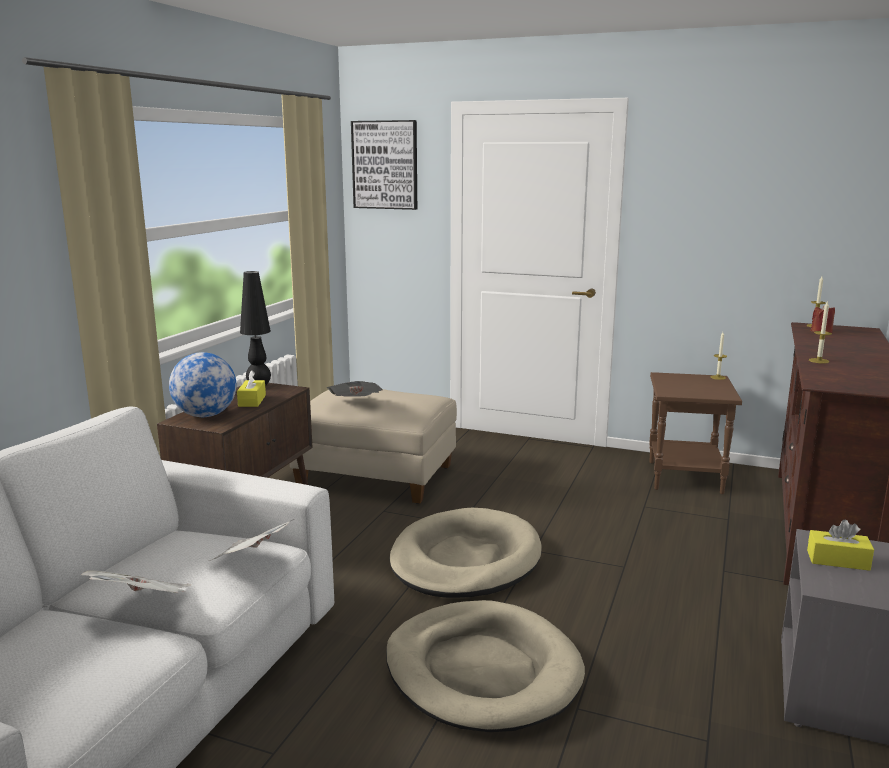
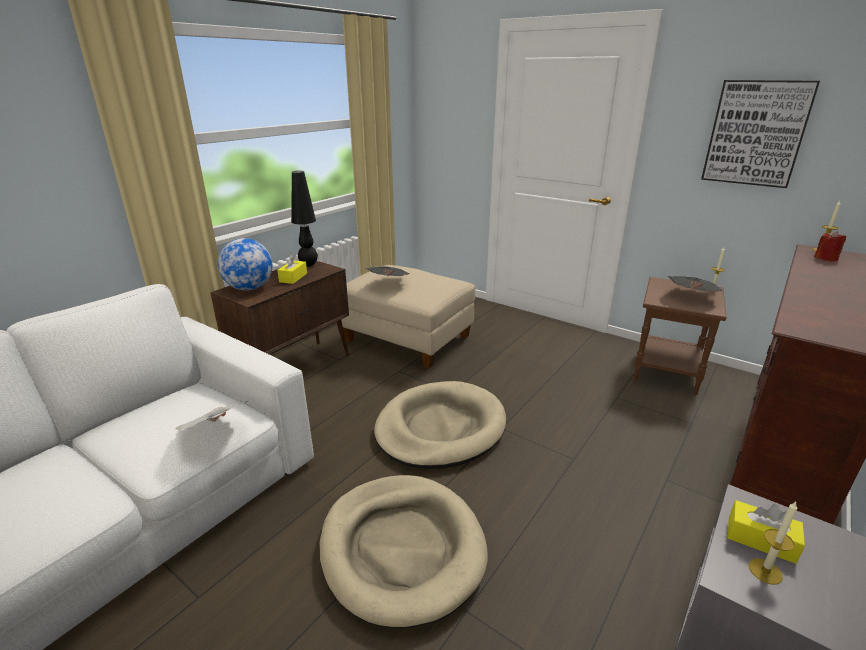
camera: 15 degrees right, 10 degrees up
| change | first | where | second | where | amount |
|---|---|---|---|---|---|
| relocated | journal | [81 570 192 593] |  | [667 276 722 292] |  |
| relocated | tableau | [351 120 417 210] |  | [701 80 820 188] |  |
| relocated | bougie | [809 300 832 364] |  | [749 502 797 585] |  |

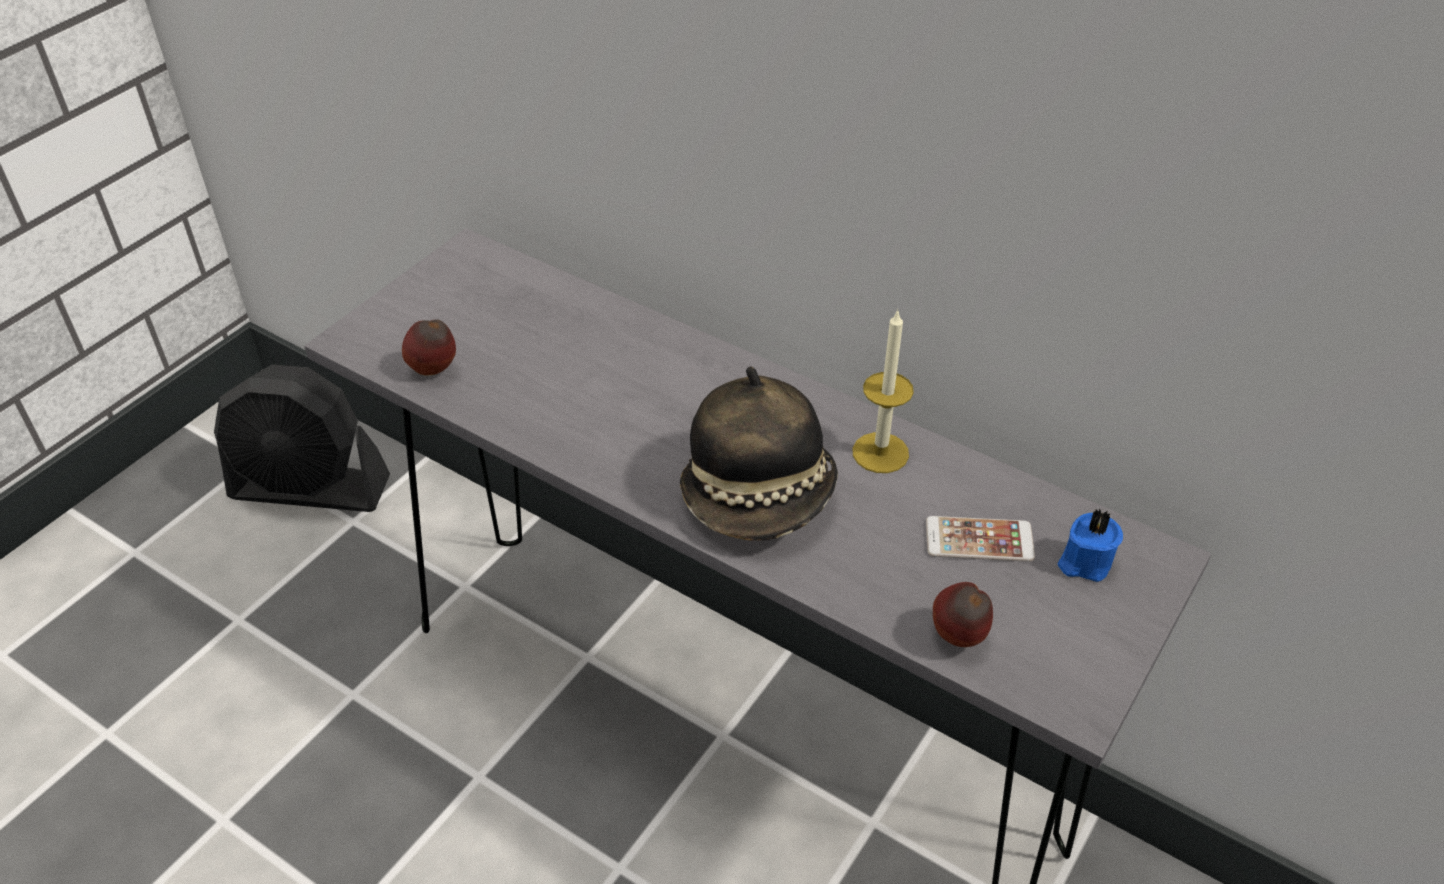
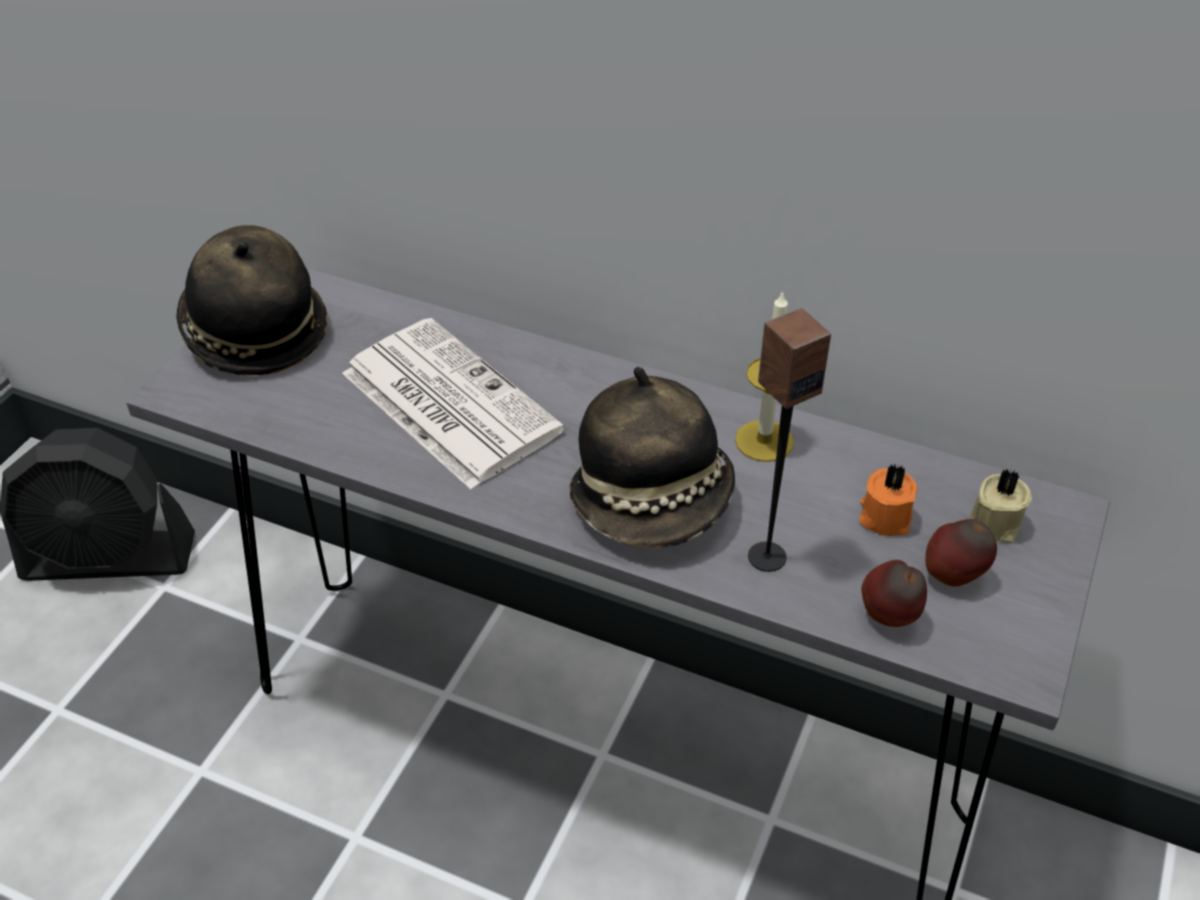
camera: 10 degrees left, 0 degrees up
| change | first | where | second | where | amount |
|---|---|---|---|---|---|
| appeared |  |  | chapeau | [176 225 327 376] |  |
| appeared |  |  | journal | [342 318 564 489] |  |
| appeared |  |  | enceinte | [748 308 831 572] |  |
| exchanged | téléphone | [926 516 1035 562] | bougie [orange] | [859 463 917 536] |  |
| relocated | pomme | [402 319 456 375] |  | [925 519 997 587] |  |
| colour | bougie [bleu] | [1057 508 1123 582] | bougie [beige] | [970 469 1032 543] |  |

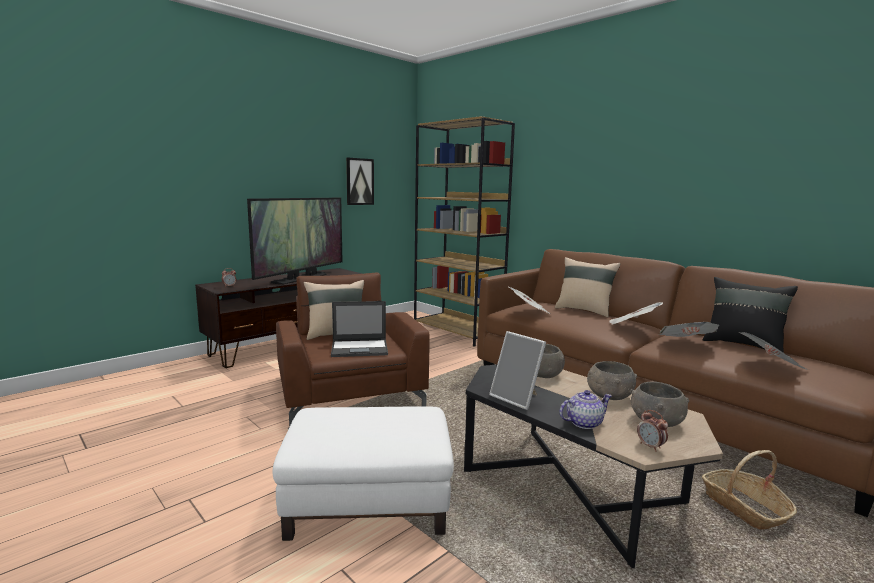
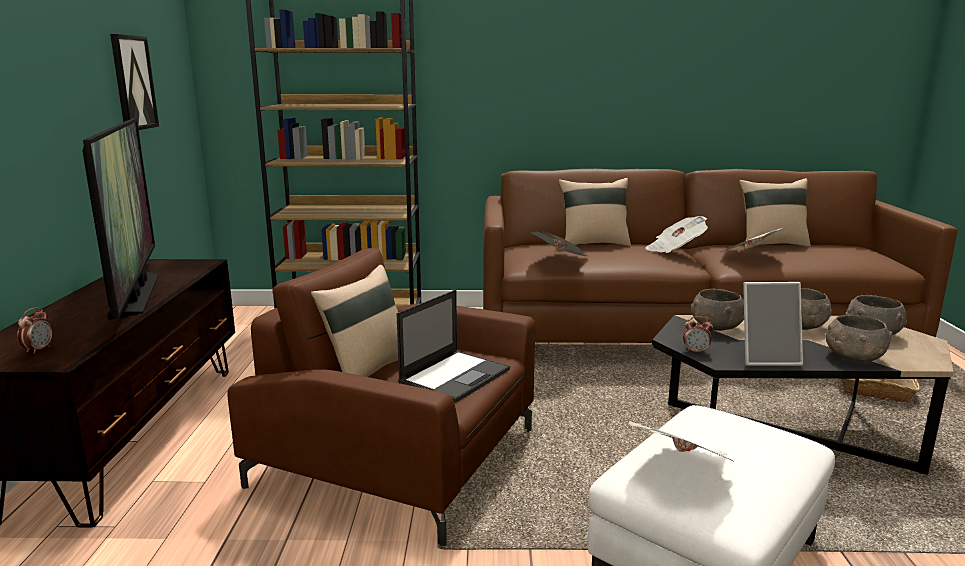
camera: 45 degrees left, 5 degrees up
| change | first | where | second | where | amount |
|---|---|---|---|---|---|
| relocated | journal | [738 332 809 370] |  | [629 422 734 461] |  |
| relocated | réveil | [637 410 668 452] |  | [683 316 713 354] |  |
| colour | coussin [noir] | [703 277 798 353] | coussin [beige] | [739 178 811 249] |  |
| exchanged | théière | [559 390 612 429] | bol [gris] | [825 315 892 362] |  |

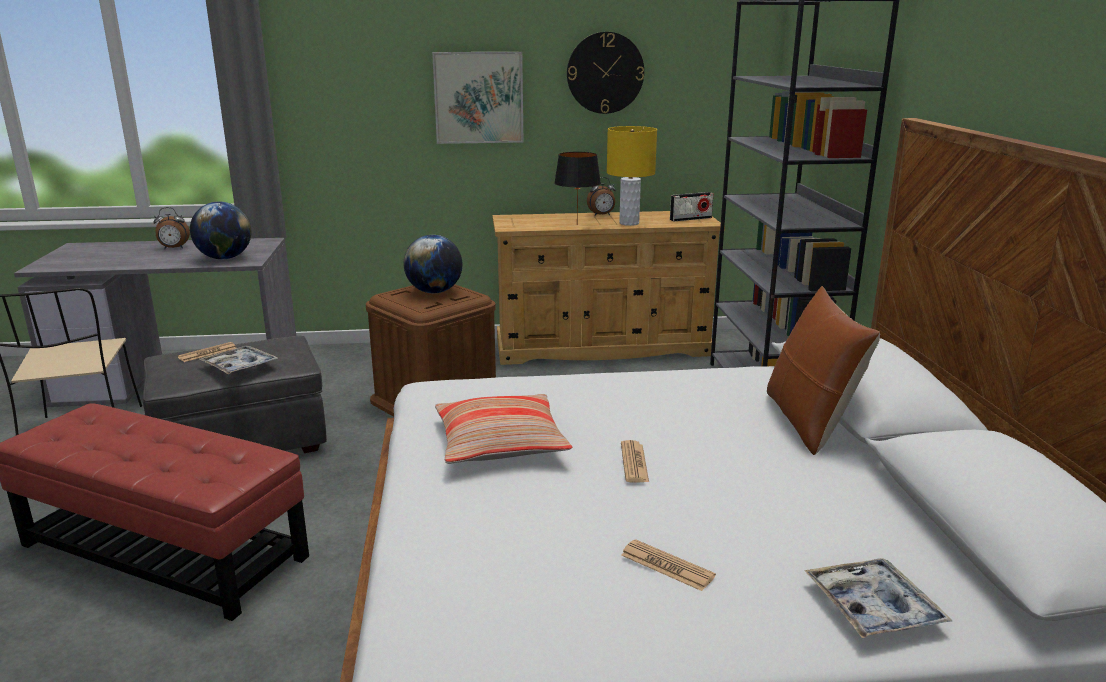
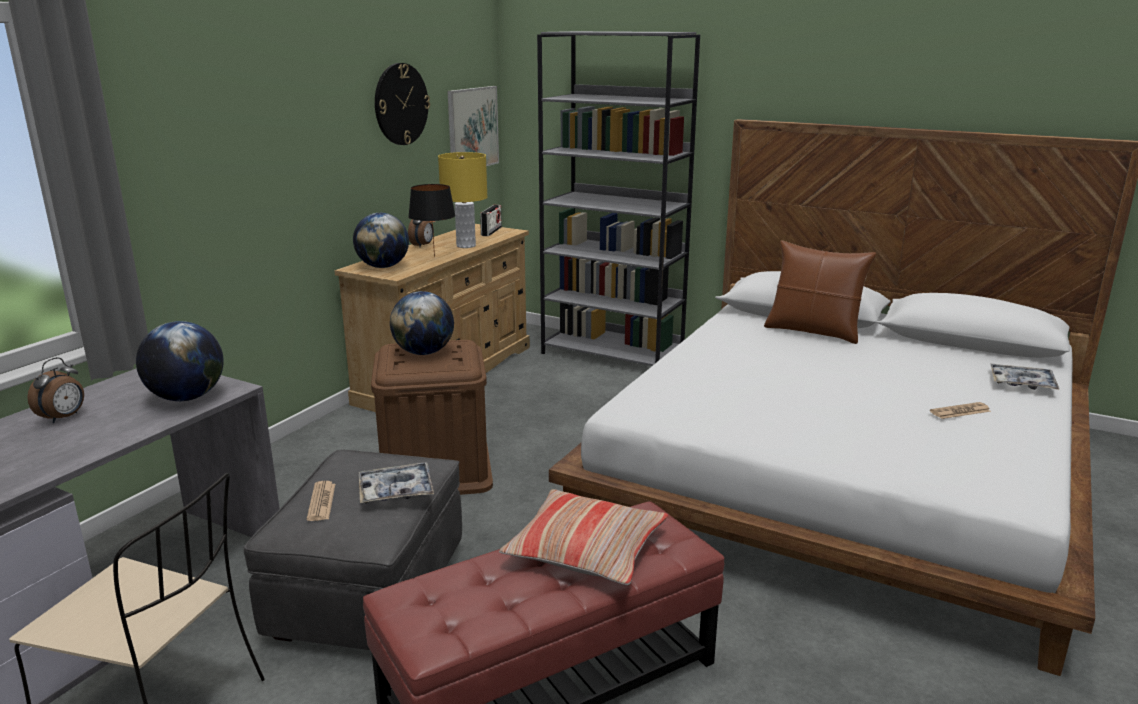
camera: 55 degrees left, 0 degrees up
| change | first | where | second | where | amount |
|---|---|---|---|---|---|
| appeared |  |  | globe | [353 213 409 268] |  |
| relocated | tableau | [432 52 523 144] |  | [447 86 499 166] |  |
| relocated | coussin | [435 394 572 464] |  | [499 489 668 585] |  |
| missing | journal | [621 440 649 483] |  |  |  |

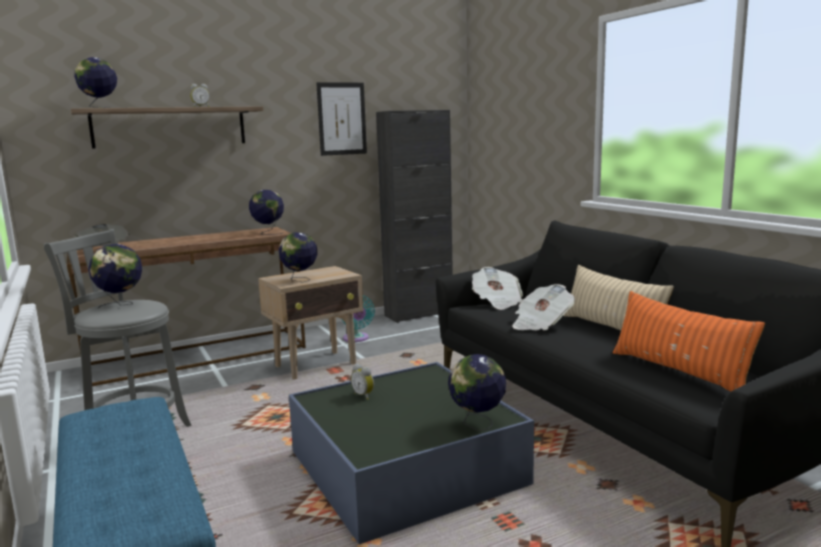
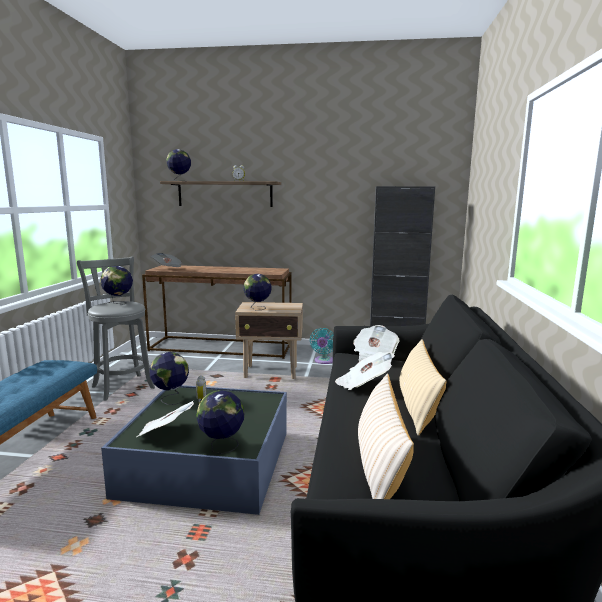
camera: 35 degrees right, 0 degrees up
| change | first | where | second | where | amount |
|---|---|---|---|---|---|
| appeared |  |  | journal | [137 401 194 437] |  |
| relocated | globe | [249 190 284 235] |  | [149 352 189 405] |  |
| colour | coussin [orange] | [613 291 765 392] | coussin [beige] | [358 374 414 499] |  |
| missing | tableau | [316 82 367 156] |  |  |  |

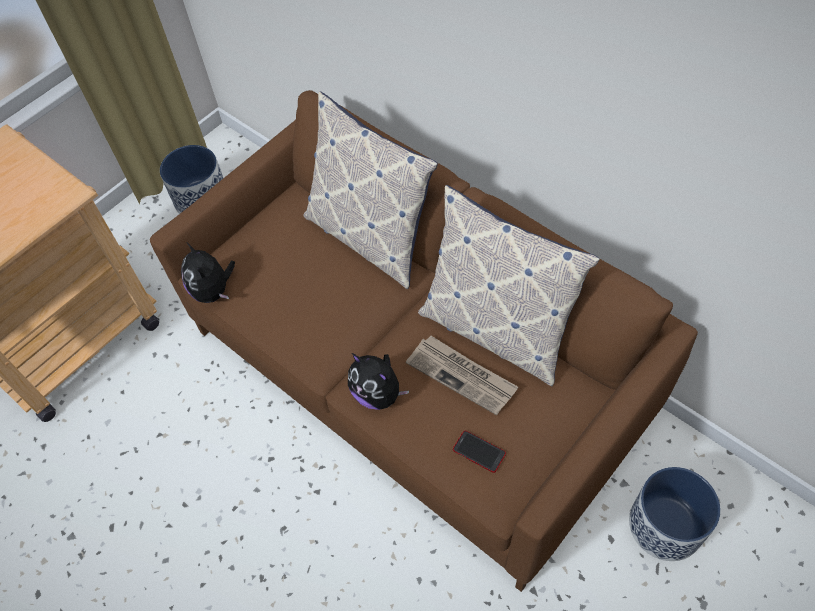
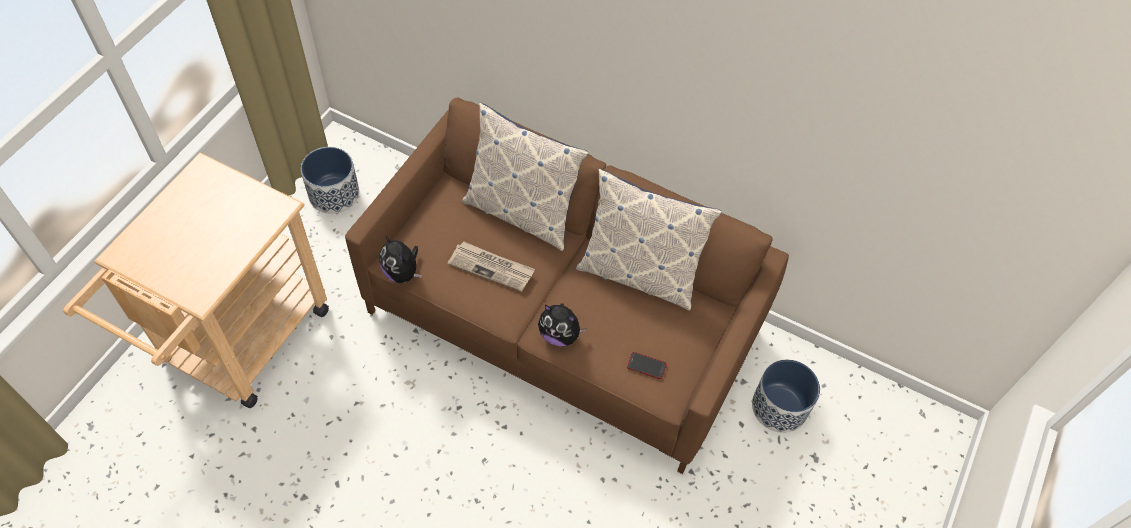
camera: 20 degrees left, 0 degrees up
| change | first | where | second | where | amount |
|---|---|---|---|---|---|
| relocated | journal | [406 336 518 415] |  | [447 241 535 292] |  |

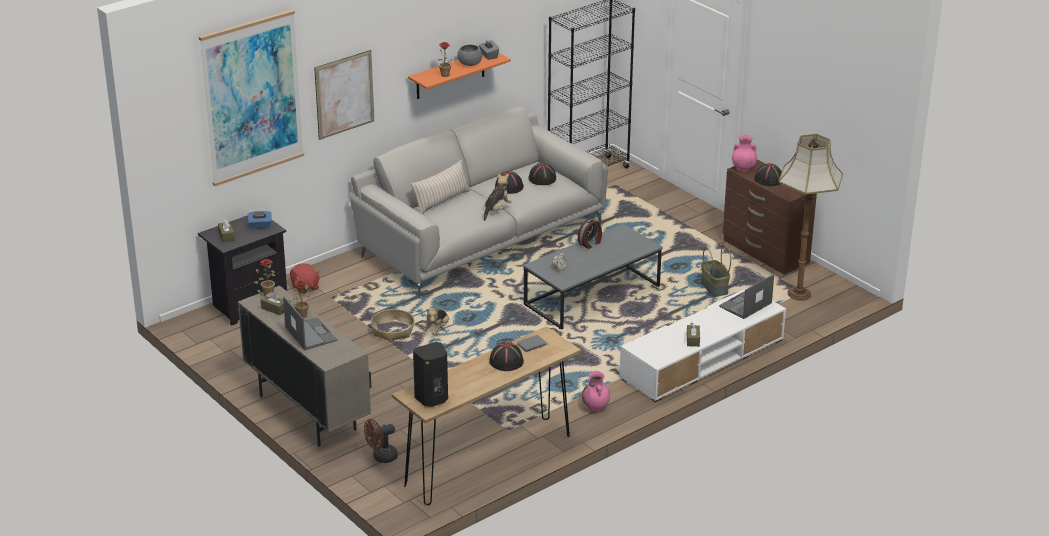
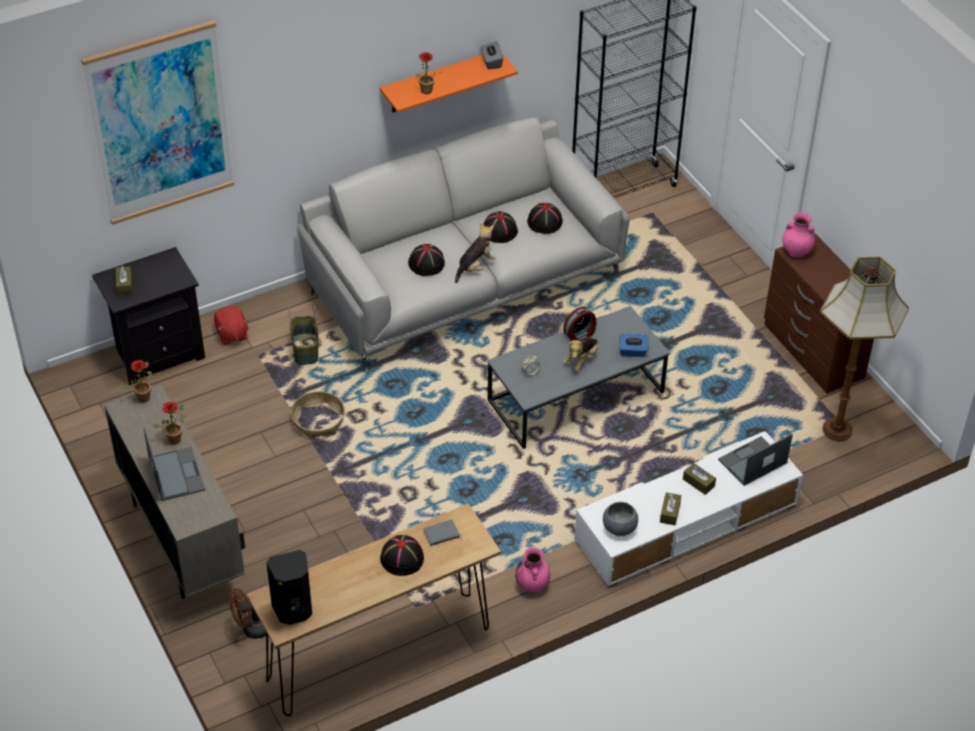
camera: 10 degrees right, 15 degrees up
| change | first | where | second | where | amount |
|---|---|---|---|---|---|
| relocated | panier | [701 244 731 297] |  | [289 304 319 365] |  |
| relocated | chapeau [noir] | [754 163 782 186] |  | [408 244 445 276] |  |
| relocated | peluche | [423 307 449 335] |  | [563 337 598 371] |  |
| relocated | bol [gris] | [457 44 482 66] |  | [603 502 638 536] |  |
| relocated | boîte à mouchoirs [bleu] | [248 211 272 229] |  | [619 333 648 357] |  |
| relocated | boîte à mouchoirs [marron] | [261 292 284 315] |  | [683 463 716 495] |  |
| missing | tableau | [314 50 374 140] |  |  |  |
| missing | coussin [beige] | [411 160 470 214] |  |  |  |

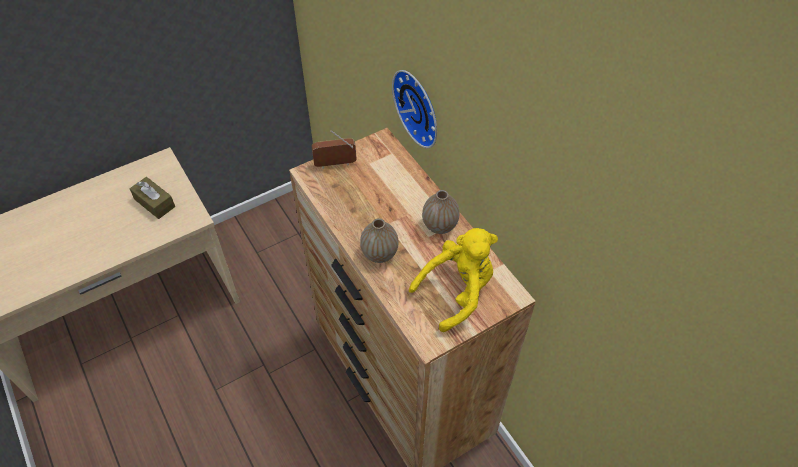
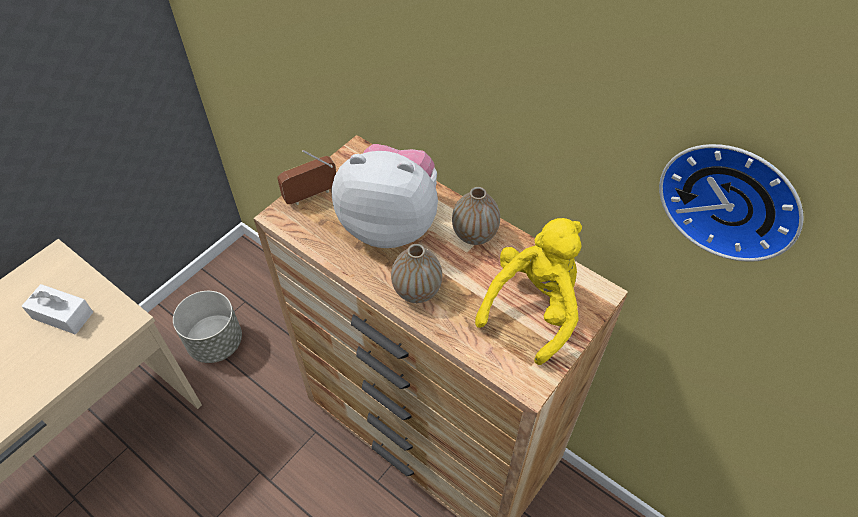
camera: 20 degrees left, 0 degrees up
| change | first | where | second | where | amount |
|---|---|---|---|---|---|
| colour | boîte à mouchoirs [marron] | [129 177 175 219] | boîte à mouchoirs [blanc] | [22 284 93 334] |  |
| appeared |  |  | cache-pot [gris] | [173 291 242 363] |  |
| appeared |  |  | peluche | [332 144 438 248] |  |
| relocated | horloge murale | [392 70 437 148] |  | [659 144 804 262] |  |

